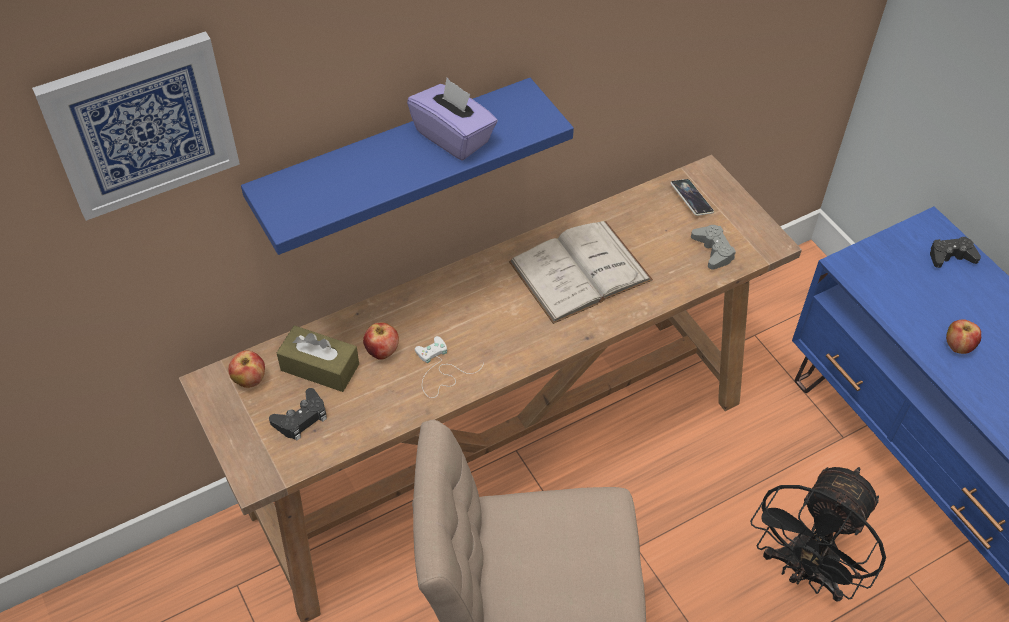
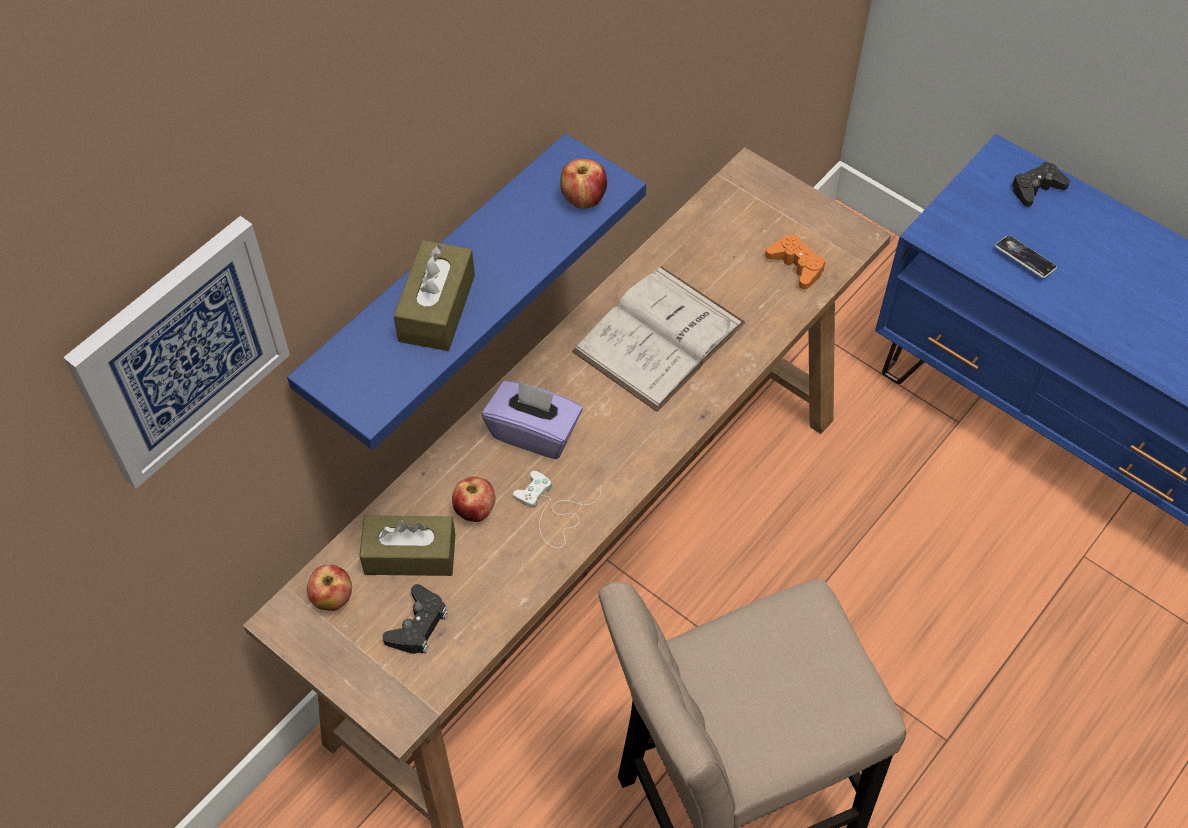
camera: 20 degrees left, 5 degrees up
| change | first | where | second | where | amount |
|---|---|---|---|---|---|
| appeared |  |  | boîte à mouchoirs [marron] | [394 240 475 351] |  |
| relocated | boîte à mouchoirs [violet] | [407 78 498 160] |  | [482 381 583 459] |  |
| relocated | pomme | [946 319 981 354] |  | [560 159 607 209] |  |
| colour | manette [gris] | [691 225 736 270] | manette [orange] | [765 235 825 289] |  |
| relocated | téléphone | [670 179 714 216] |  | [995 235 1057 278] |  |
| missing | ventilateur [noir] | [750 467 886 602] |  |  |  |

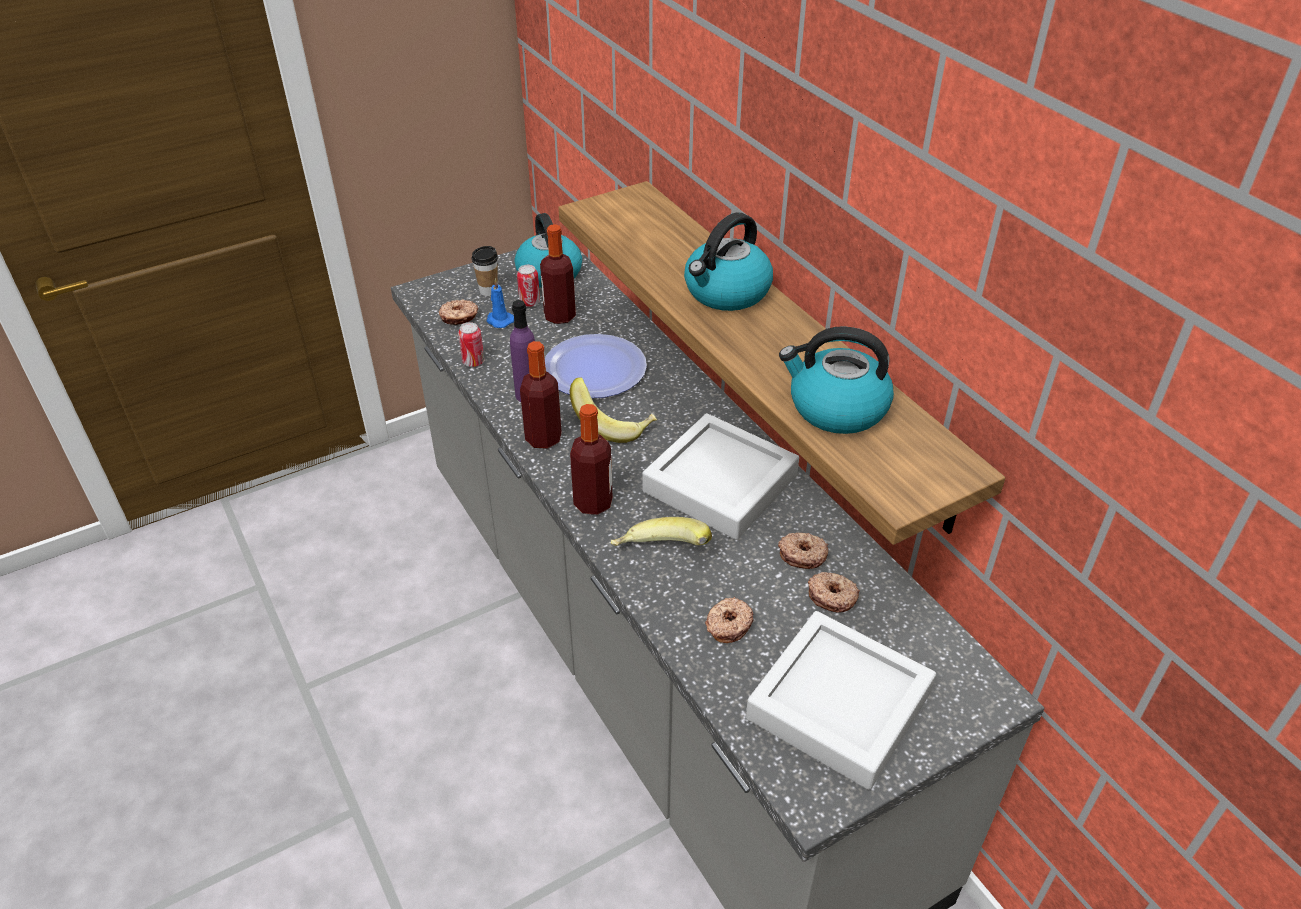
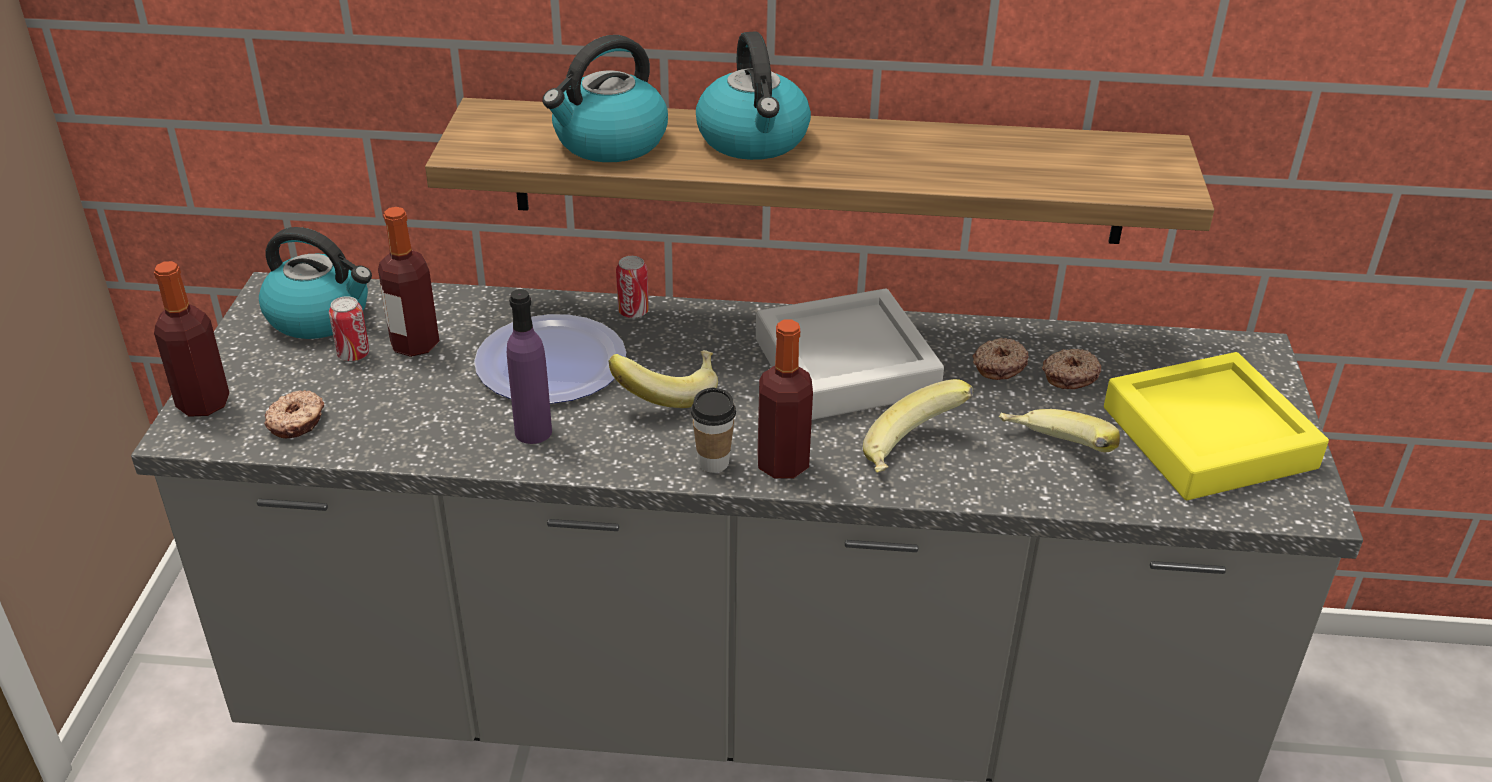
camera: 55 degrees left, 5 degrees down
| change | first | where | second | where | amount |
|---|---|---|---|---|---|
| relocated | bouteille | [520 341 562 449] |  | [154 261 229 417] |  |
| relocated | bouilloire | [779 326 894 434] |  | [542 35 668 162] |  |
| relocated | boîte métallique | [458 322 484 367] |  | [616 256 649 318] |  |
| relocated | tasse | [472 246 498 296] |  | [691 387 736 473] |  |
| exchanged | beignet | [705 597 754 643] | banane | [999 409 1120 452] |  |
| colour | plateau [gris] | [746 611 936 790] | plateau [jaune] | [1104 352 1329 500] |  |
| missing | bougie [bleu] | [487 278 514 328] |  |  |  |

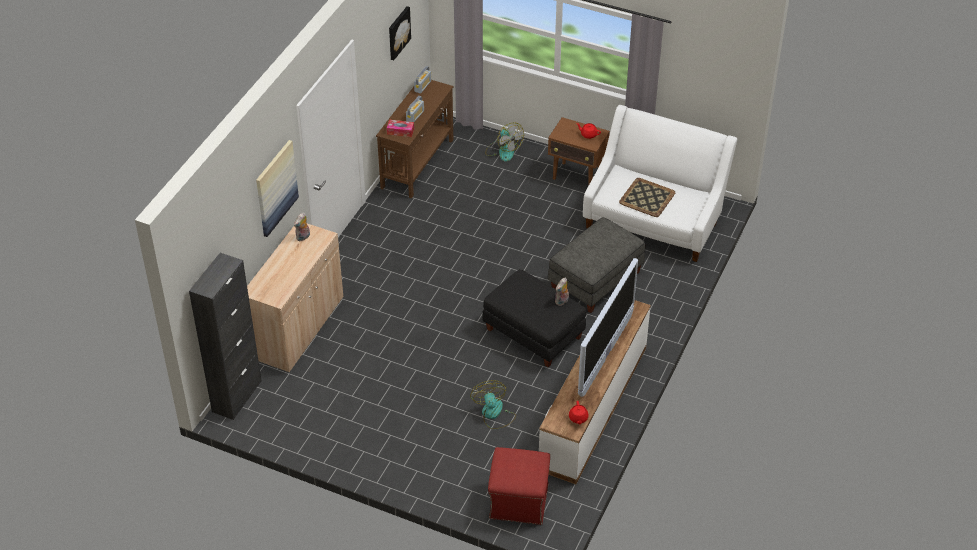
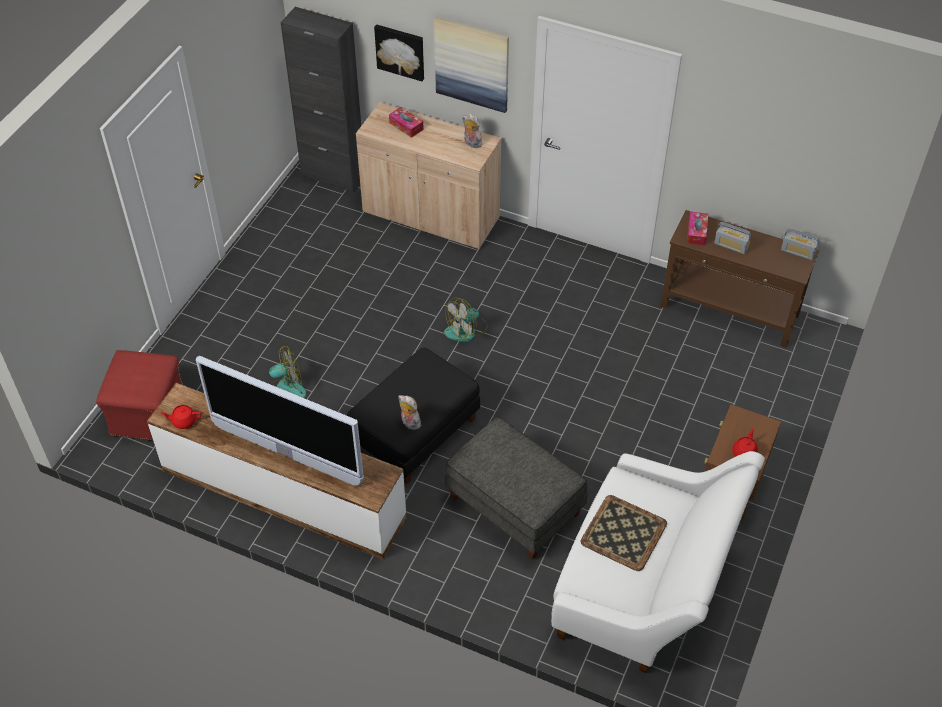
camera: 90 degrees right, 5 degrees up
| change | first | where | second | where | amount |
|---|---|---|---|---|---|
| relocated | tableau | [389 6 411 60] |  | [374 24 424 81] |  |
| appeared |  |  | boîte à mouchoirs | [389 107 424 138] |  |
| relocated | ventilateur | [485 122 524 161] |  | [444 298 488 342] |  |

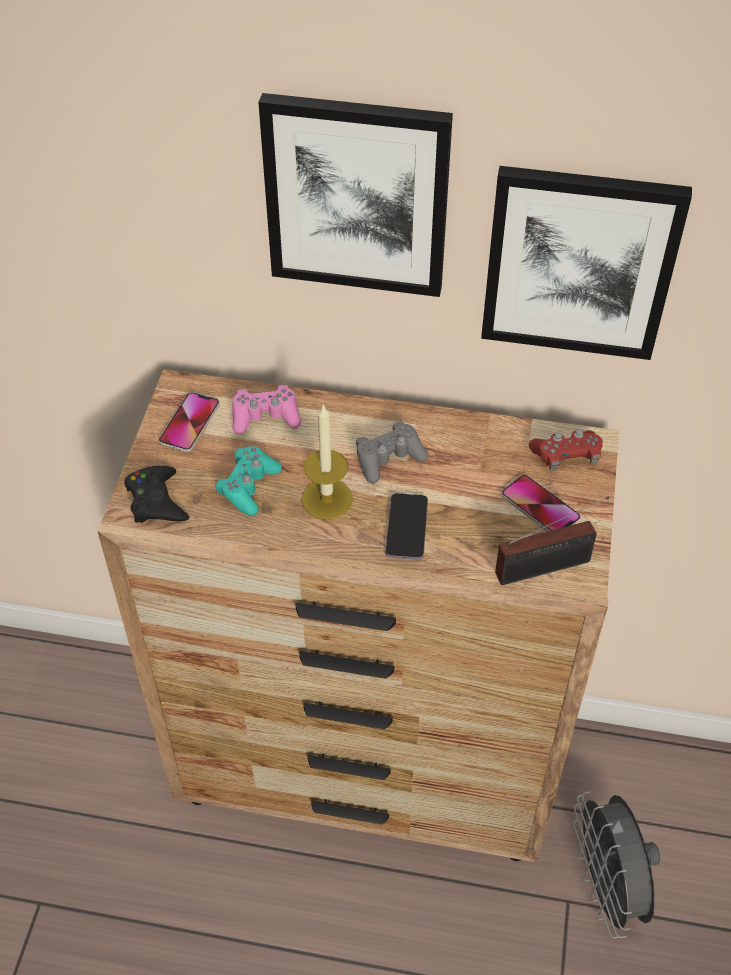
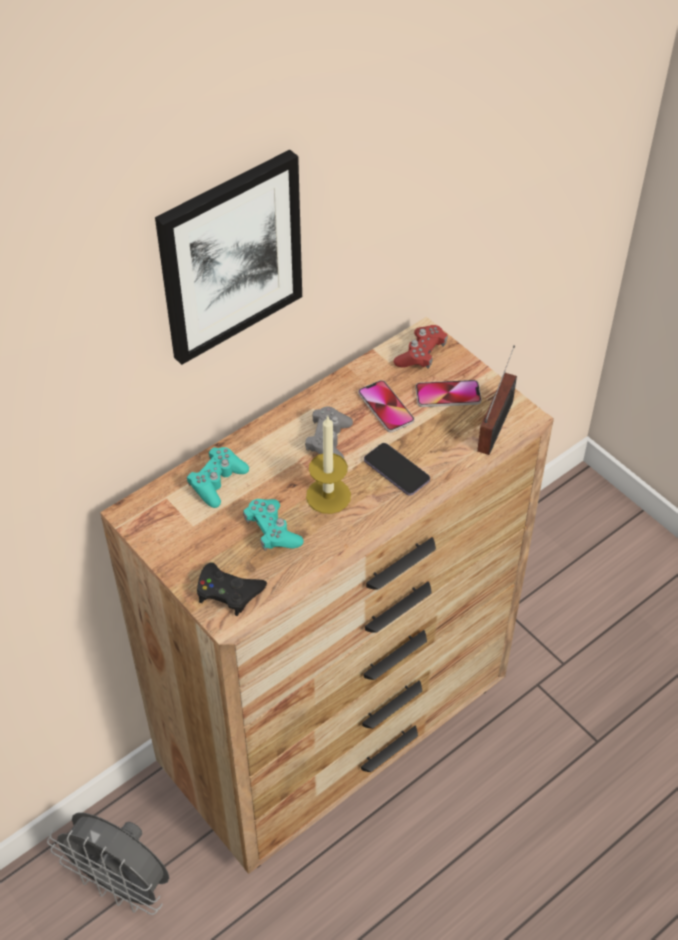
camera: 50 degrees left, 0 degrees up
| change | first | where | second | where | amount |
|---|---|---|---|---|---|
| relocated | ventilateur [gris] | [573 791 660 938] |  | [47 813 169 915] |  |
| colour | manette [rose] | [232 385 301 435] | manette [turquoise] | [187 447 249 508] |  |
| relocated | téléphone | [159 392 220 452] |  | [358 380 414 432] |  |
| missing | tableau | [481 166 692 360] |  |  |  |

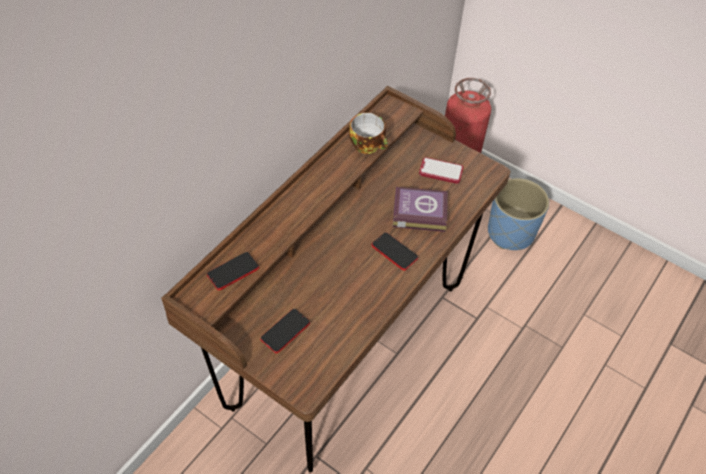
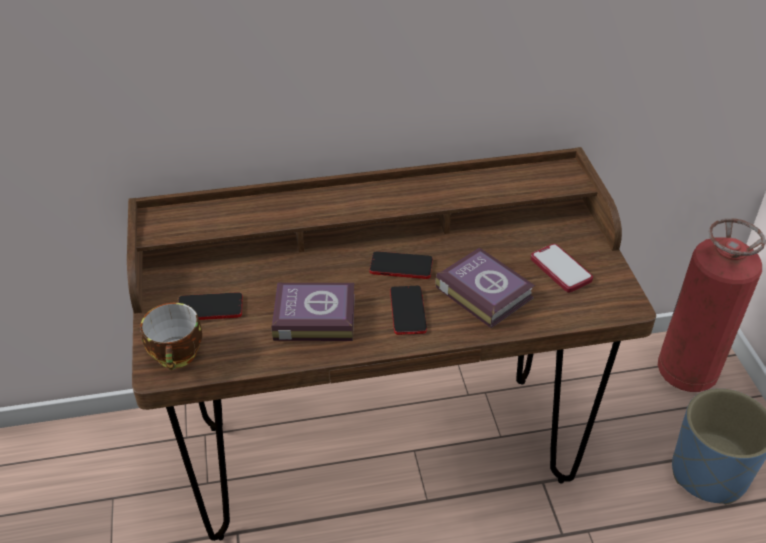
camera: 45 degrees right, 10 degrees down
| change | first | where | second | where | amount |
|---|---|---|---|---|---|
| relocated | tasse | [349 113 388 154] |  | [140 303 202 370] |  |
| appeared |  |  | livre | [271 283 355 341] |  |
| relocated | téléphone | [207 252 259 290] |  | [370 251 433 279] |  |

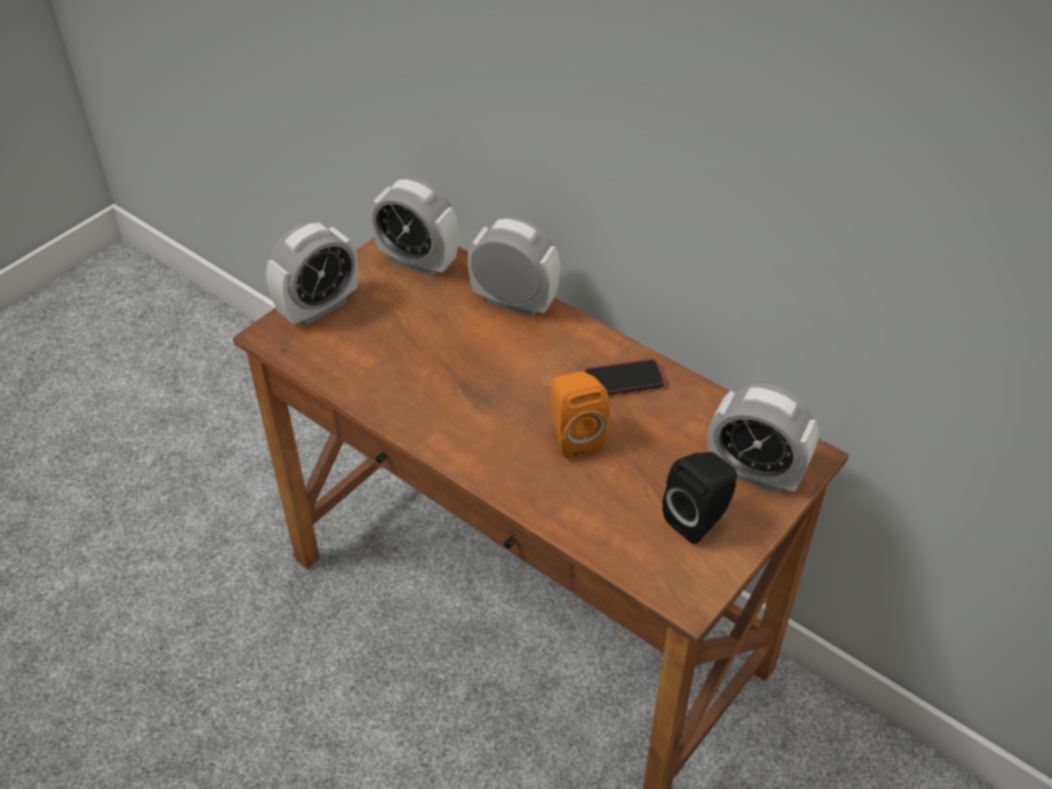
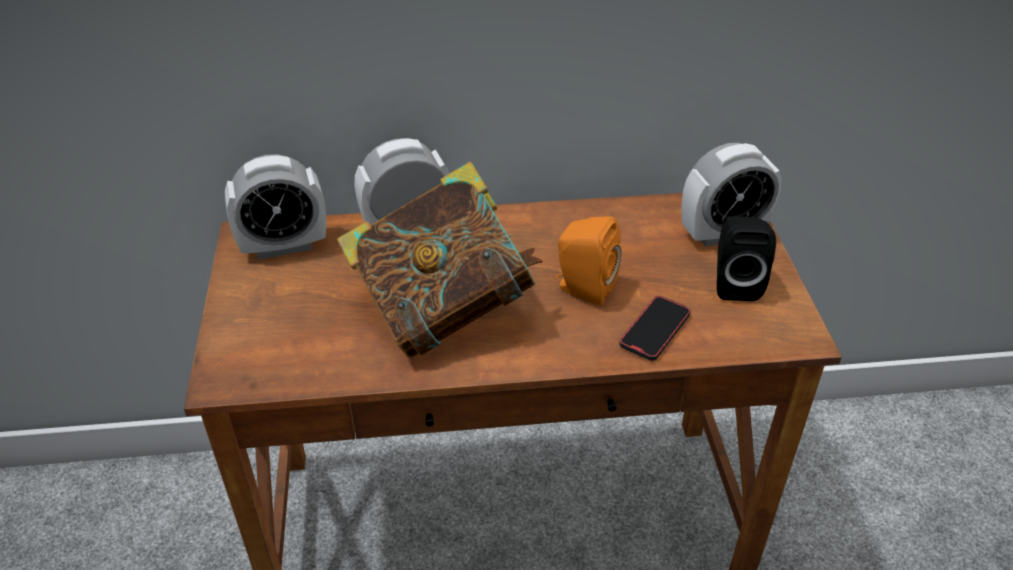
camera: 45 degrees left, 5 degrees down
| change | first | where | second | where | amount |
|---|---|---|---|---|---|
| appeared |  |  | livre | [337 162 543 358] |  |
| relocated | téléphone | [583 359 665 395] |  | [619 296 691 361] |  |
| missing | réveil | [266 222 358 326] |  |  |  |

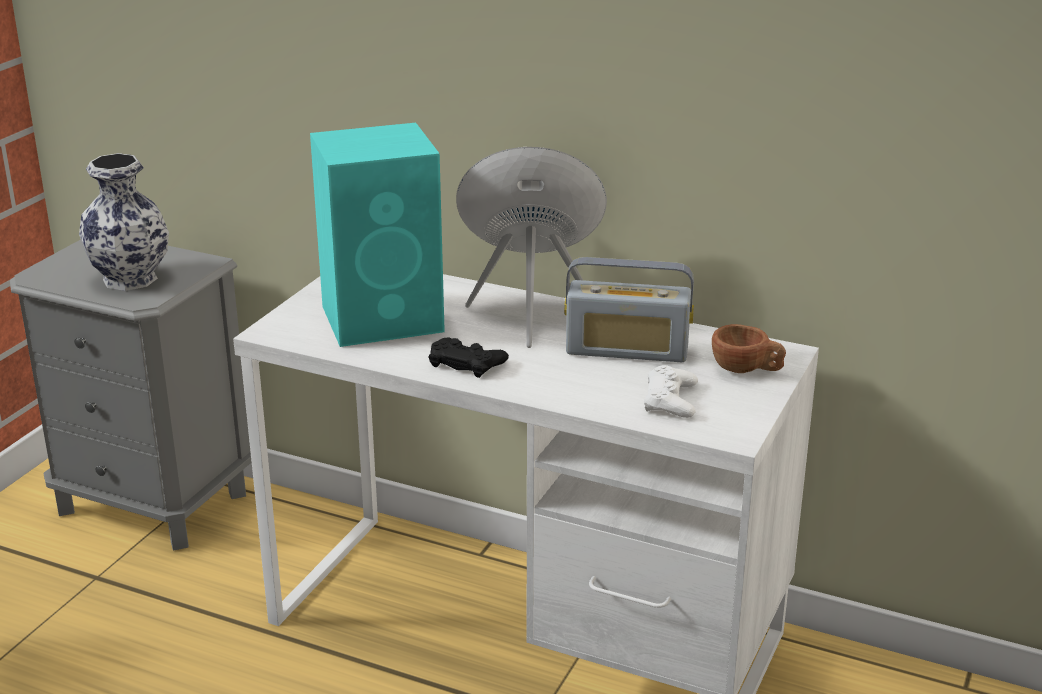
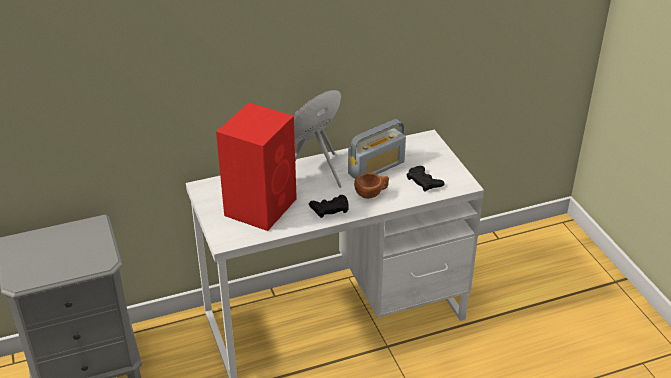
camera: 45 degrees left, 10 degrees up
| change | first | where | second | where | amount |
|---|---|---|---|---|---|
| colour | enceinte [turquoise] | [310 123 445 347] | enceinte [rouge] | [216 103 297 231] |  |
| relocated | tasse [marron] | [712 324 786 373] |  | [354 173 389 199] |  |
| colour | manette [blanc] | [644 365 698 418] | manette [noir] | [406 166 445 192] |  |
| missing | vase | [79 153 169 291] |  |  |  |

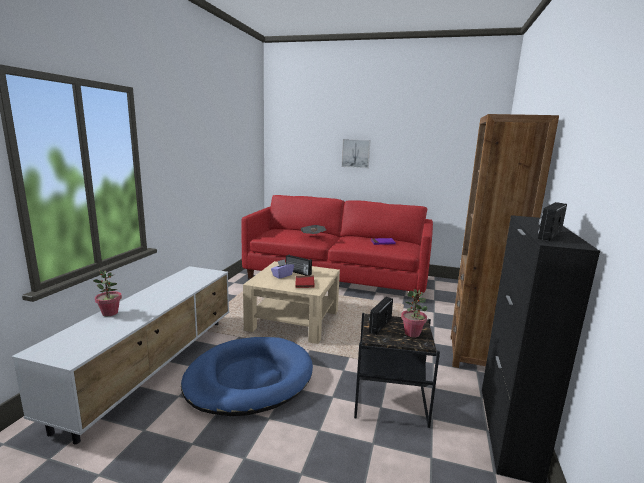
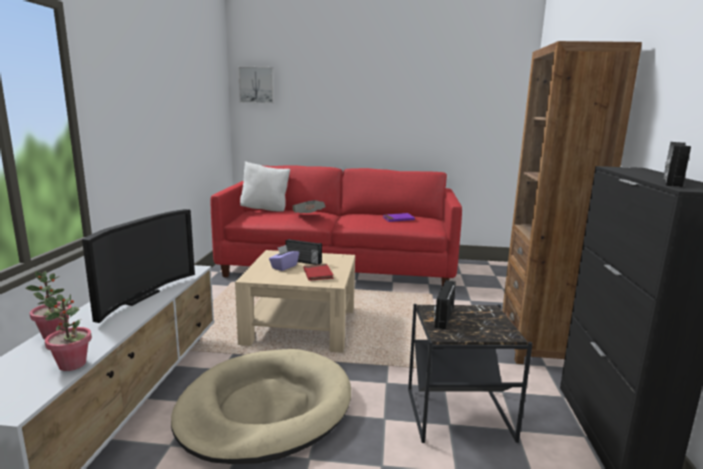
camera: 10 degrees left, 0 degrees up
| change | first | where | second | where | amount |
|---|---|---|---|---|---|
| relocated | plante en pot | [401 289 428 337] |  | [44 294 92 371] |  |
| appeared |  |  | téléviseur | [82 209 195 323] |  |
| colour | panier pour chien [bleu] | [181 337 313 416] | panier pour chien [beige] | [171 349 351 464] |  |
| relocated | tableau | [341 139 371 168] |  | [238 66 274 104] |  |
| appeared |  |  | coussin [blanc] | [240 161 290 212] |  |

